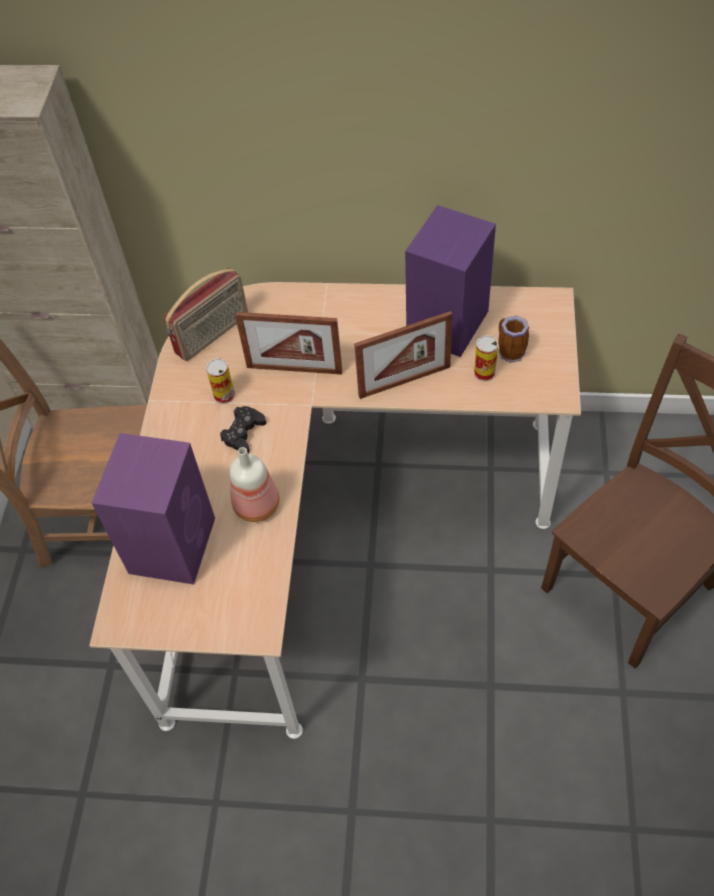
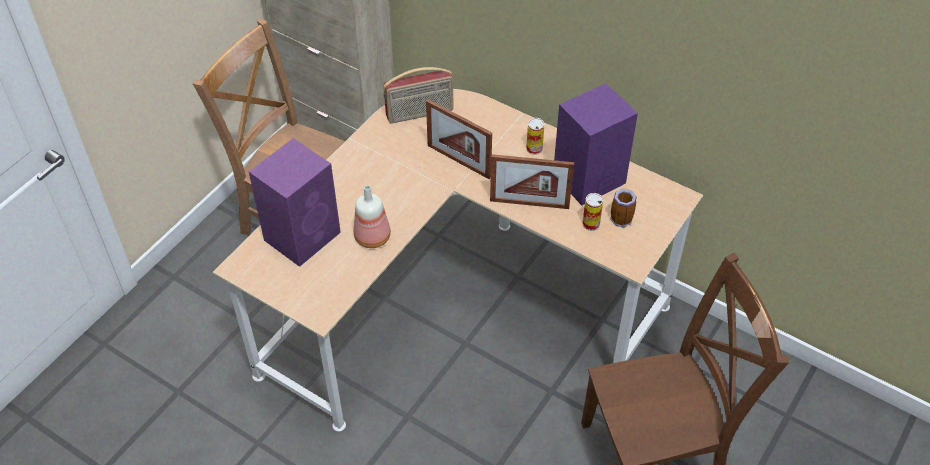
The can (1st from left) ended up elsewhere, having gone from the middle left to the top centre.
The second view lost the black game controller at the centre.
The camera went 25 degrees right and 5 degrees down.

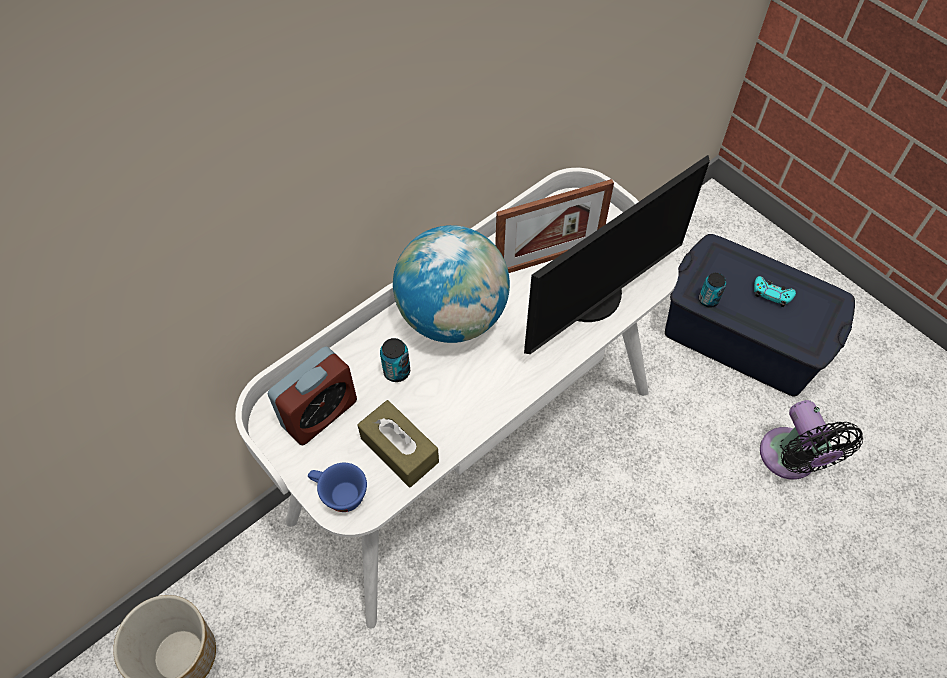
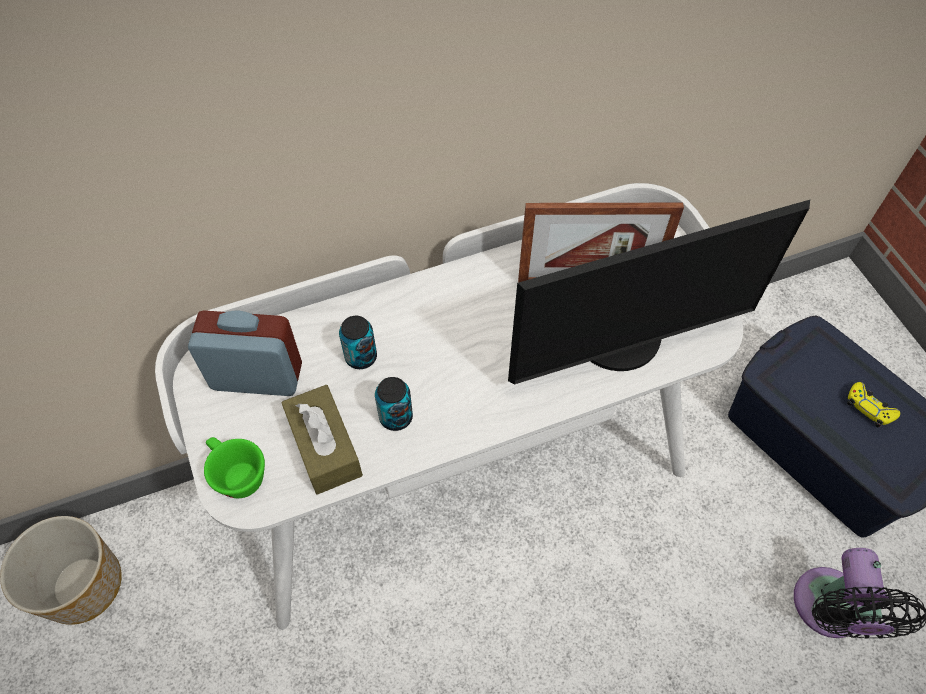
The second view lost the globe at the centre.
The can (2nd from left) ended up elsewhere, having gone from the middle right to the centre.
What was the turquoise game controller at the middle right turned into the yellow game controller at the middle right.
The alarm clock at the middle left ended up facing another way, 150 degrees counterclockwise from before.
What was the blue cup at the bottom centre turned into the green cup at the bottom left.
The camera went 20 degrees right and 0 degrees up.

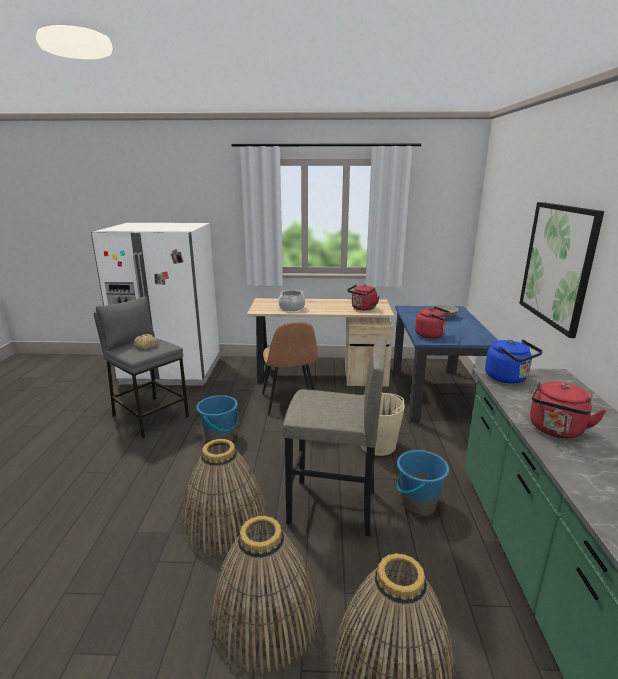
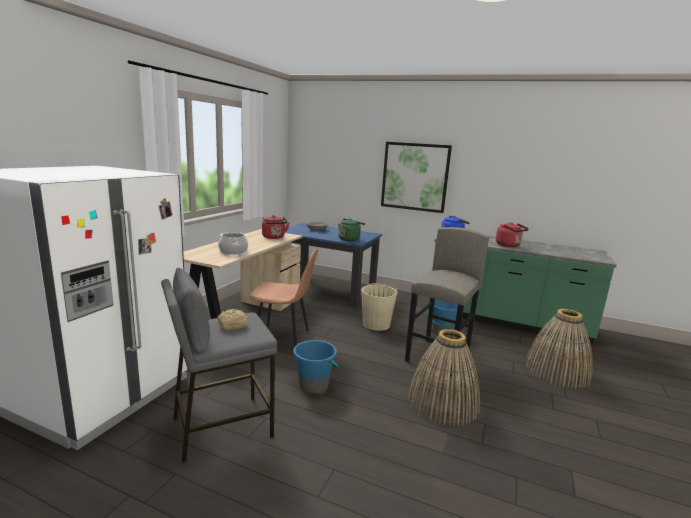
What was the red kettle (2nd from left) at the middle right turned into the green kettle at the centre.
The second view lost the basket (2nd from left) at the bottom centre.
The camera went 70 degrees left and 5 degrees down.

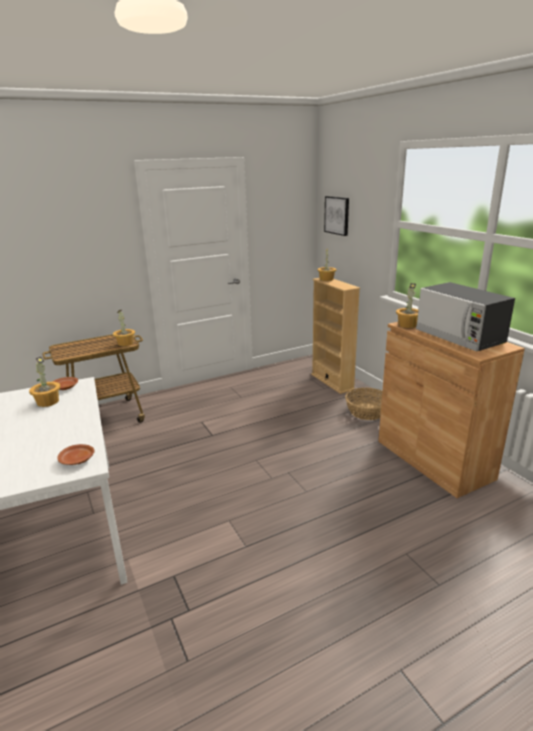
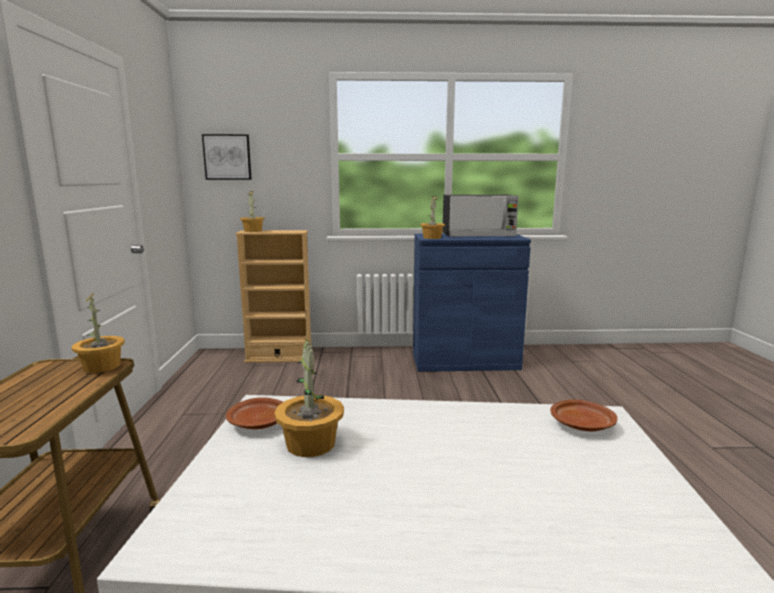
What was the brown cabinet at the middle right turned into the blue cabinet at the centre.
The second view lost the basket at the middle right.
The camera went 65 degrees left and 10 degrees down.

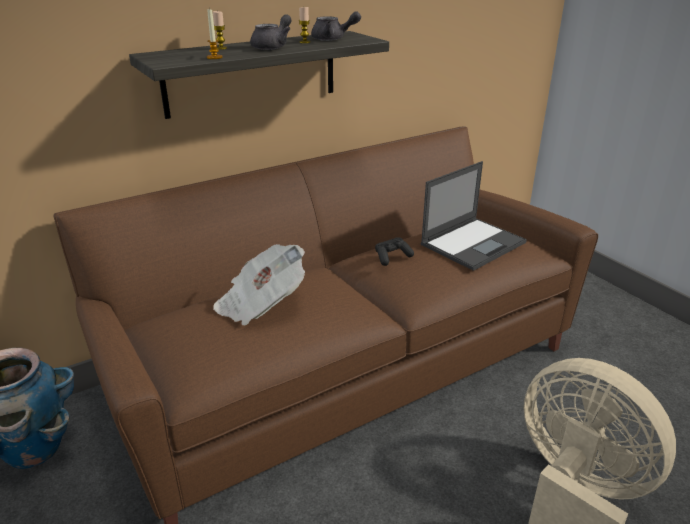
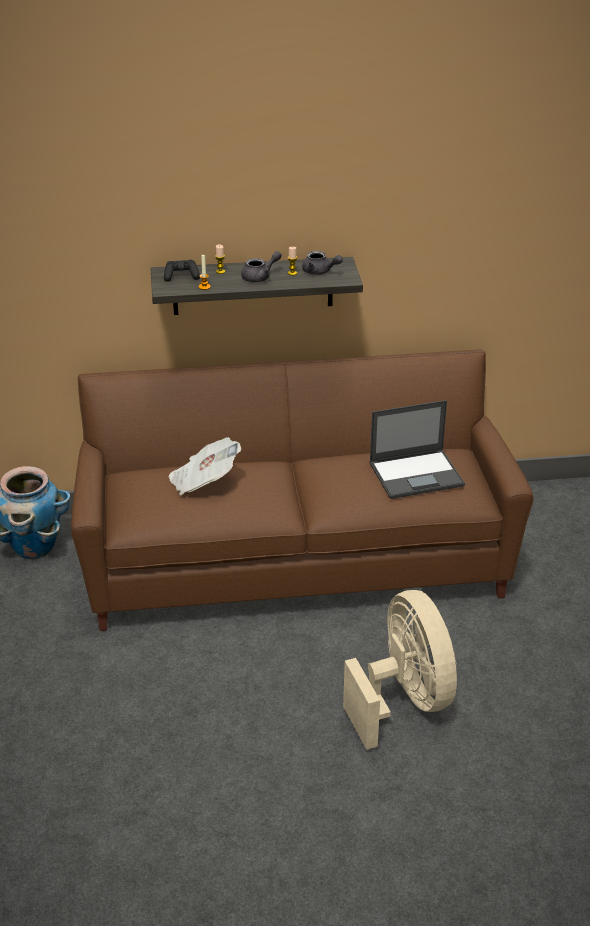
The black game controller ended up elsewhere, having gone from the centre to the top left.
The camera went 25 degrees right and 5 degrees up.

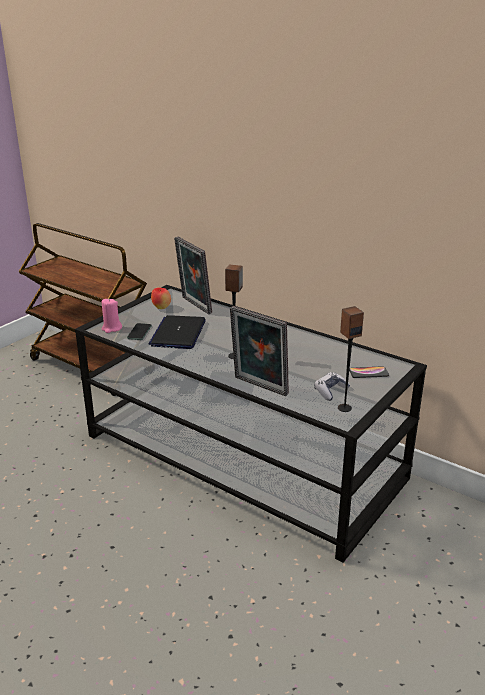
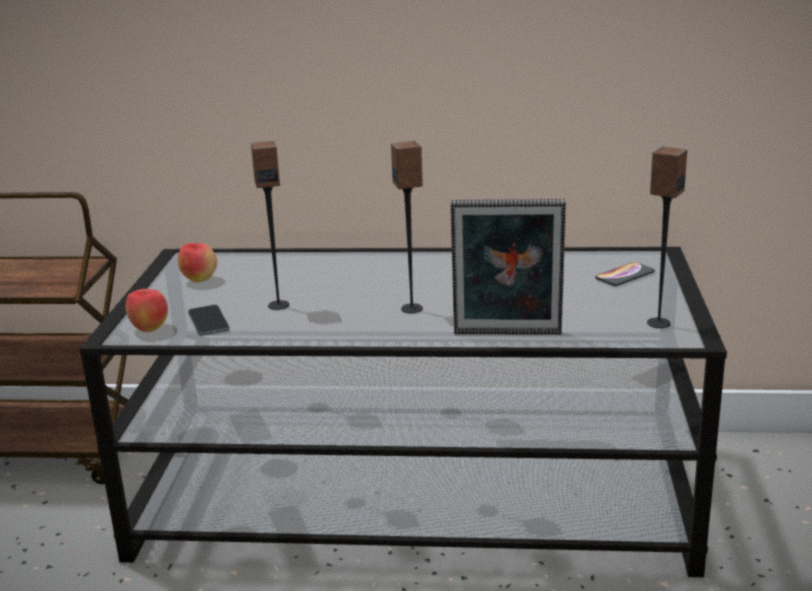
The second view lost the picture frame (1st from left) at the centre.
Where the pink candle stood at the middle left, the apple (1st from left) came to stand at the middle left.
Where the laptop stood at the centre, the speaker (1st from left) came to stand at the middle left.
The second view lost the game controller at the middle right.
The camera went 30 degrees left and 5 degrees down.

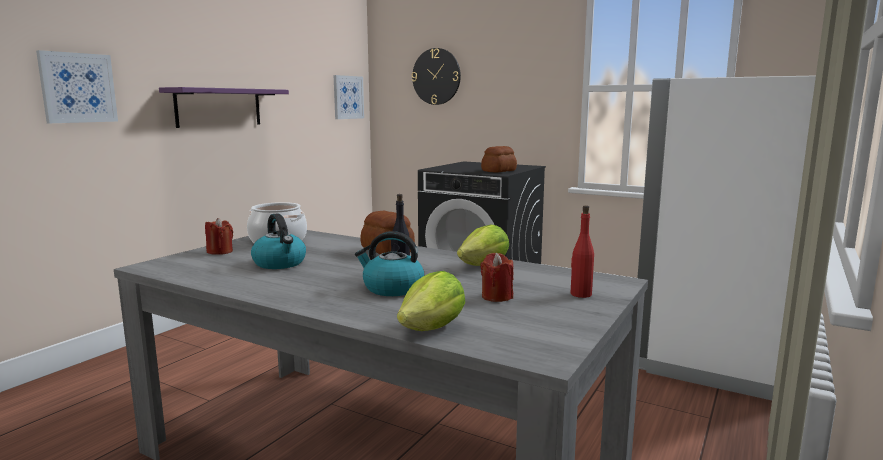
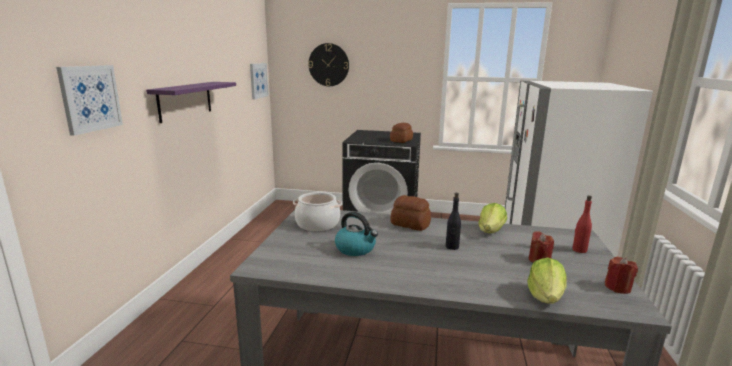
The red candle (1st from left in the first image) ended up elsewhere, having gone from the middle left to the bottom right.
The second view lost the kettle (2nd from left) at the centre.
The camera went 20 degrees left and 5 degrees up.

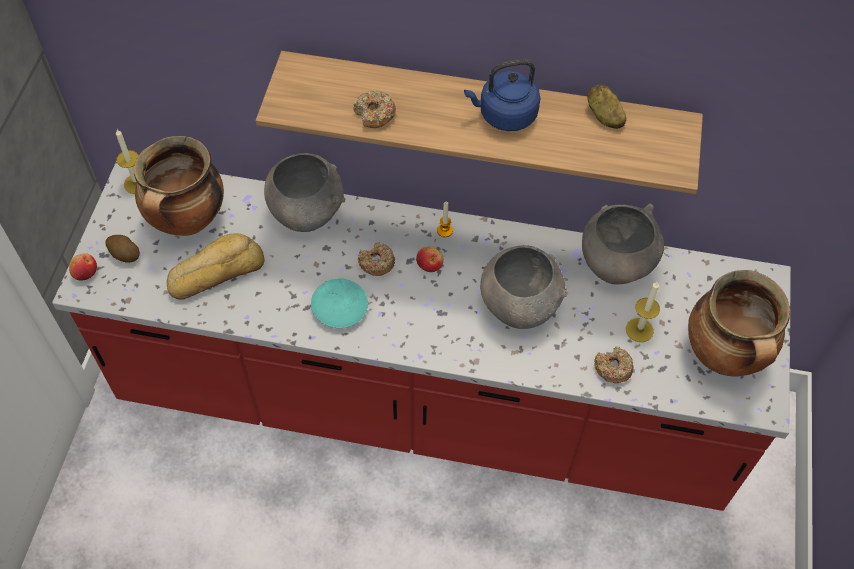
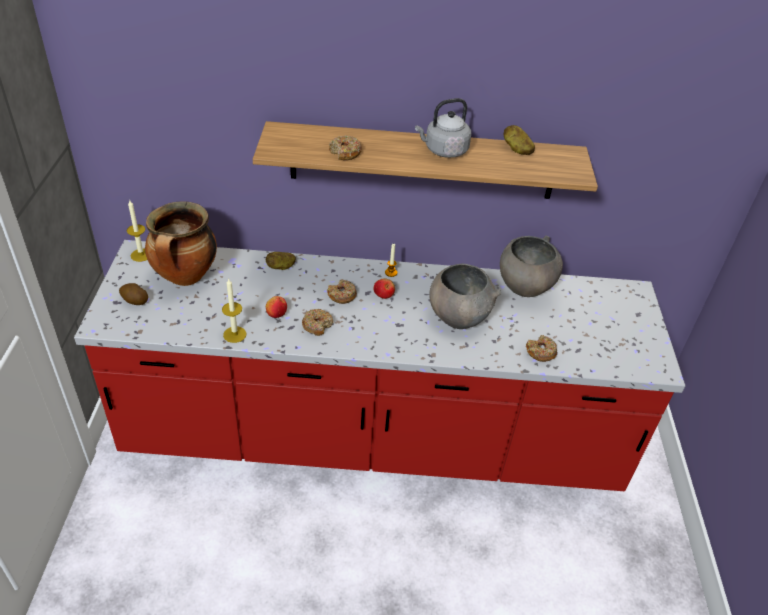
What was the blue kettle at the top centre turned into the grey kettle at the top centre.
Where the grey bowl (1st from left) stood at the centre, the potato (2nd from left) came to stand at the centre.
The second view lost the bread at the middle left.
The apple (1st from left) ended up elsewhere, having gone from the middle left to the centre.
The second view lost the cooking pot (2nd from left) at the middle right.
Where the turquoise plate stood at the centre, the donut (1st from left) came to stand at the centre.
The candle (3rd from left in the first image) ended up elsewhere, having gone from the middle right to the middle left.
The camera went 10 degrees left and 15 degrees down.

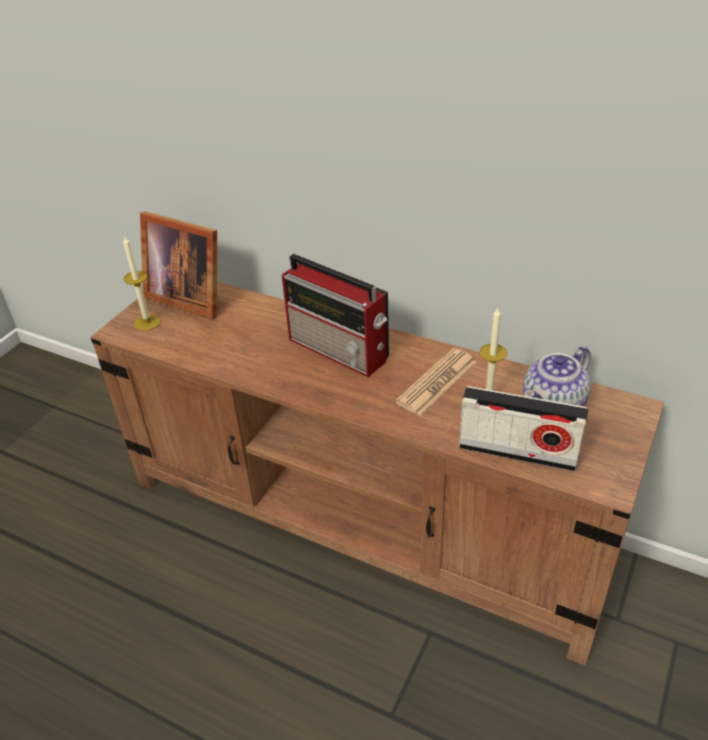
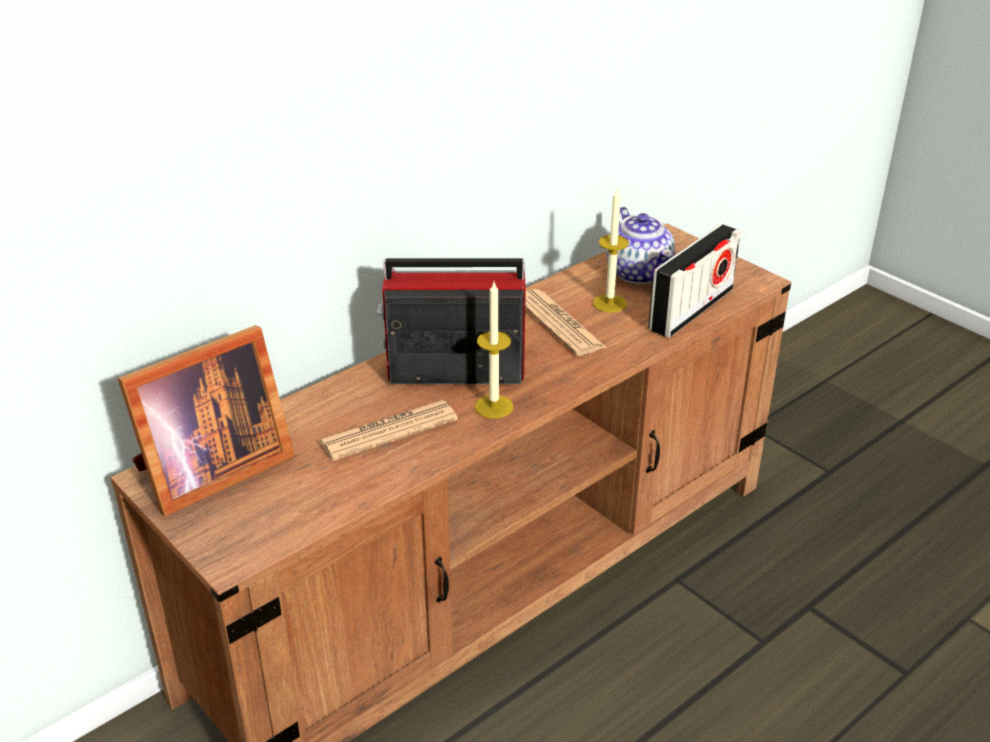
The candle (1st from left) ended up elsewhere, having gone from the middle left to the centre.
The radio (1st from left) at the centre ended up facing another way, 150 degrees counterclockwise from before.
The second view gained the newspaper (1st from left) at the centre.
The camera went 70 degrees left and 5 degrees down.

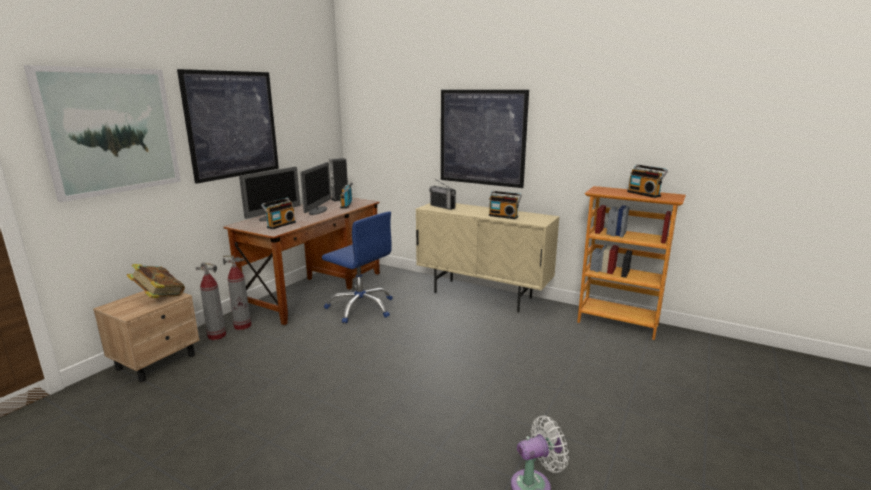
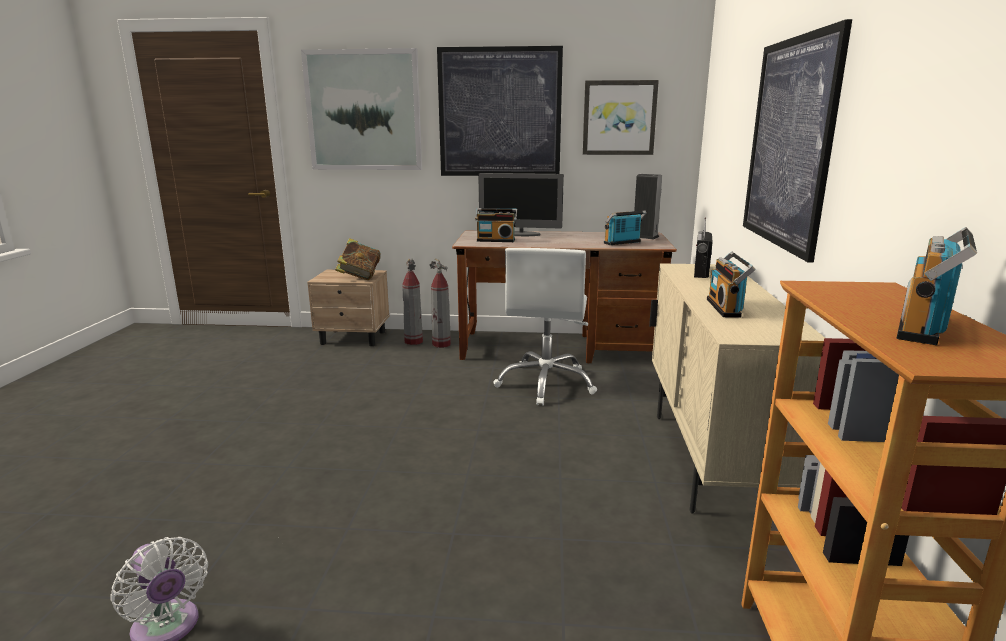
The second view lost the monitor (2nd from left) at the centre.
What was the blue office chair at the centre turned into the white office chair at the centre.
The second view gained the picture (3rd from left) at the top centre.
The camera went 65 degrees right and 0 degrees up.

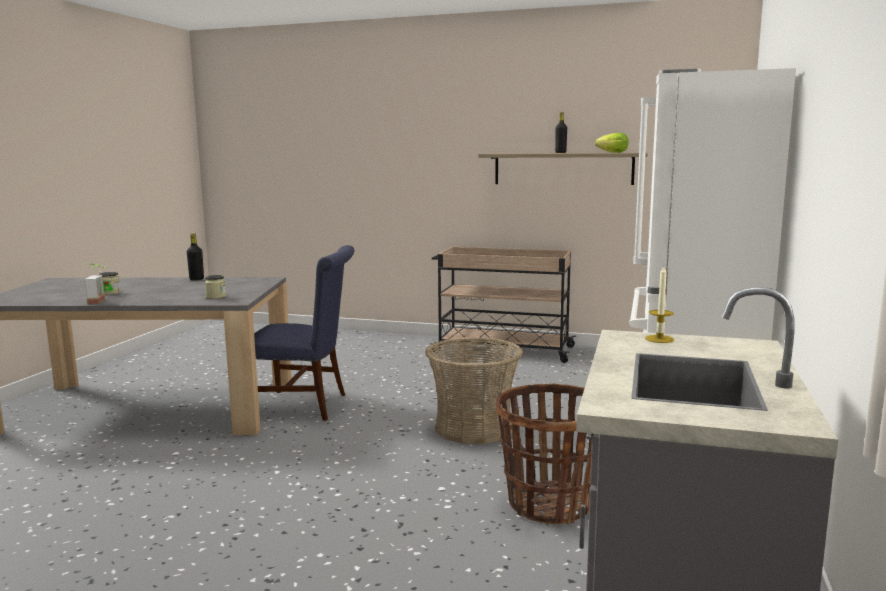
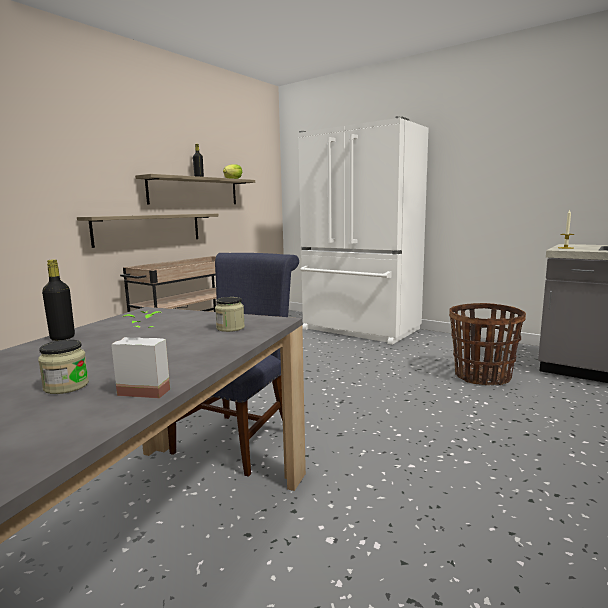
The second view lost the basket (1st from left) at the centre.
The second view gained the shelf (1st from left) at the middle left.
The camera went 70 degrees left and 0 degrees up.

